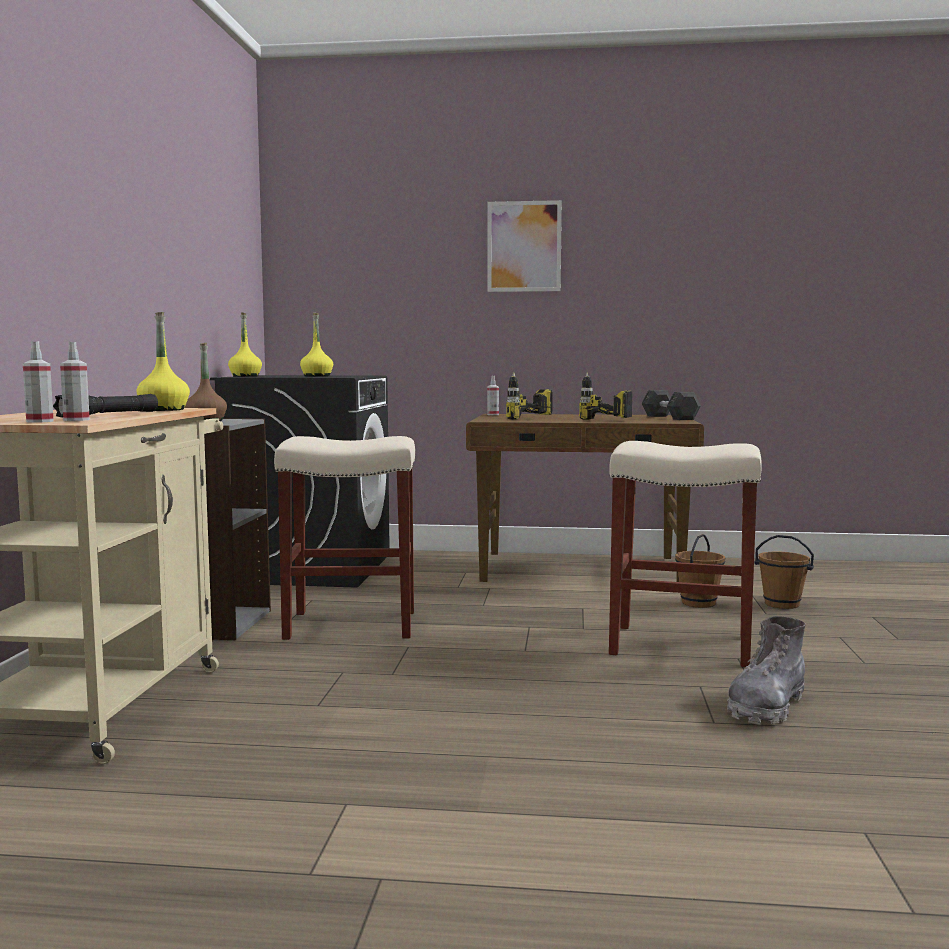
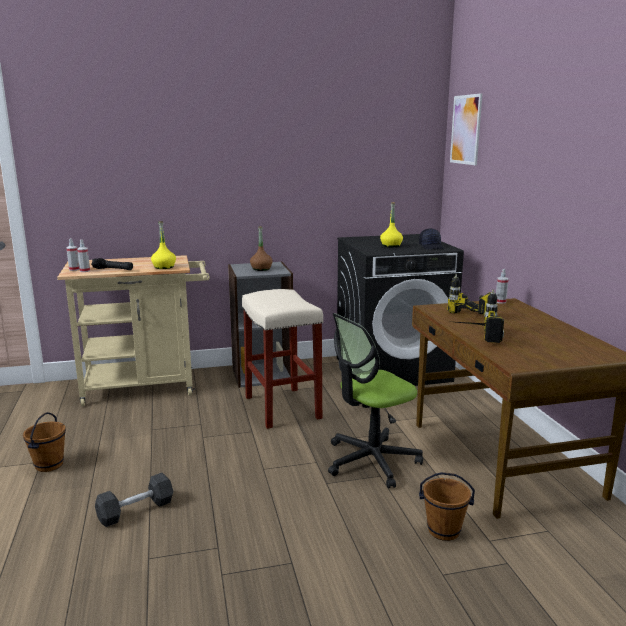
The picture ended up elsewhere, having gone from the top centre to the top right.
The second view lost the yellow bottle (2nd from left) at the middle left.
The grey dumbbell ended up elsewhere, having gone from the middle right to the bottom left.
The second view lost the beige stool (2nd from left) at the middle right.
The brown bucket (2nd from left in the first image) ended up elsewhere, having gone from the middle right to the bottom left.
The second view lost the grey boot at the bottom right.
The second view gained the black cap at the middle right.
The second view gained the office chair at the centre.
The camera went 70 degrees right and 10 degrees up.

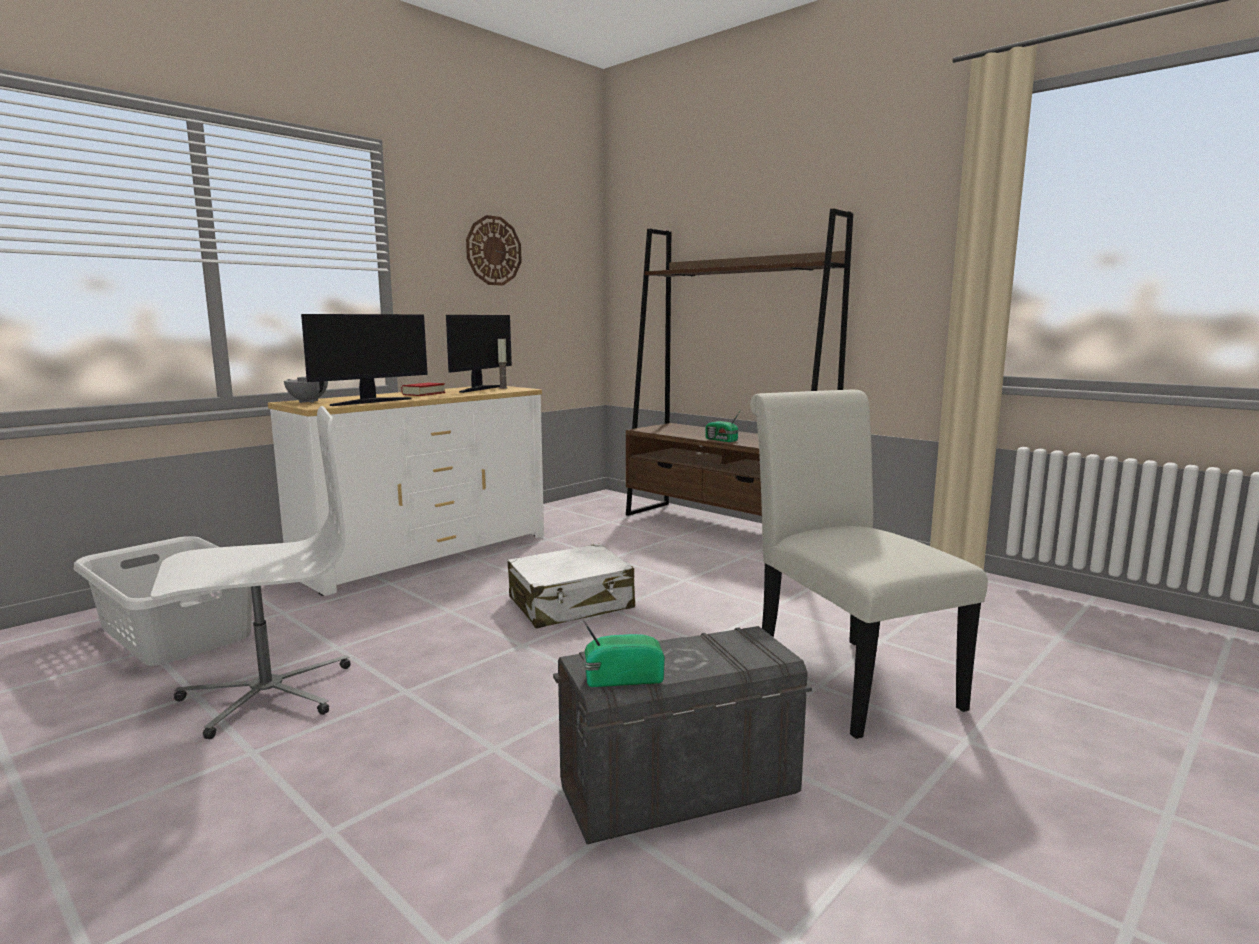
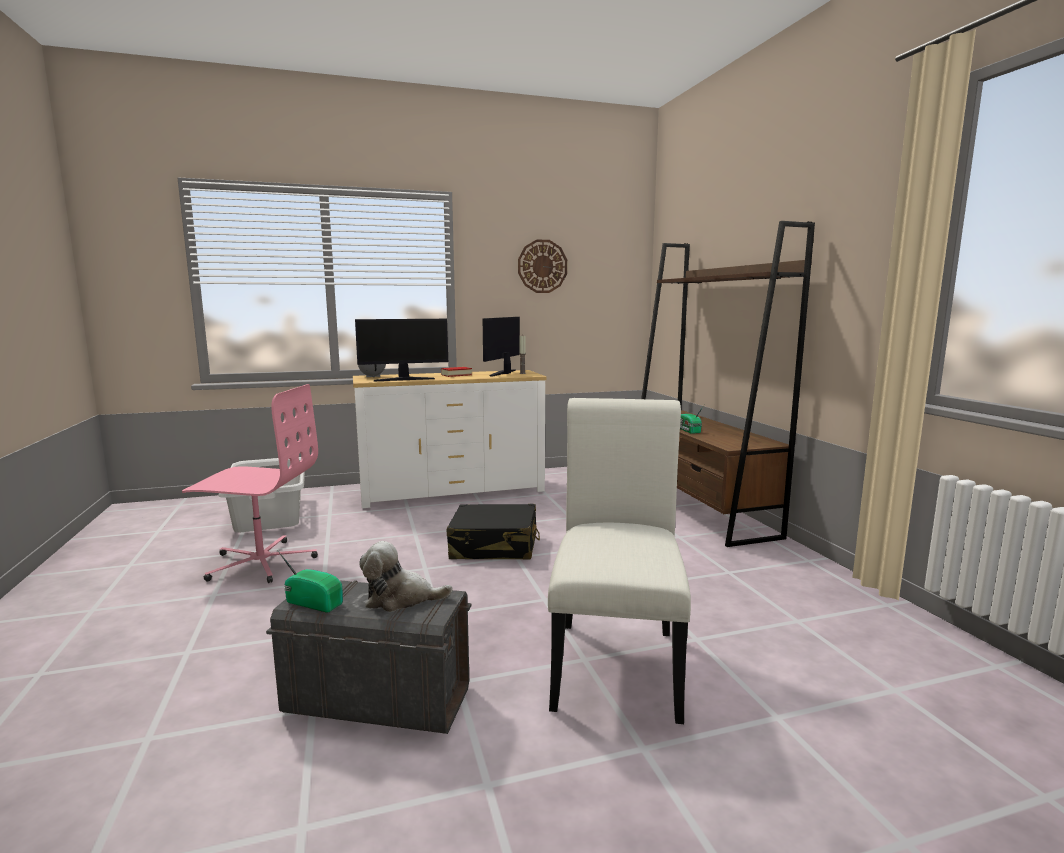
The monitor (2nd from left) at the centre ended up facing another way, 150 degrees clockwise from before.
What was the white office chair at the middle left turned into the pink office chair at the middle left.
What was the white suitcase at the centre turned into the black suitcase at the centre.
The second view gained the plush toy at the bottom centre.
The camera went 30 degrees right and 0 degrees up.

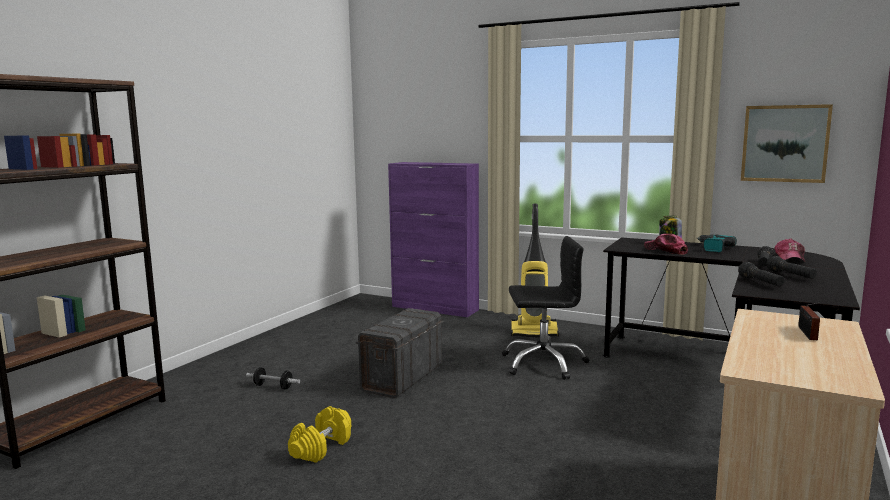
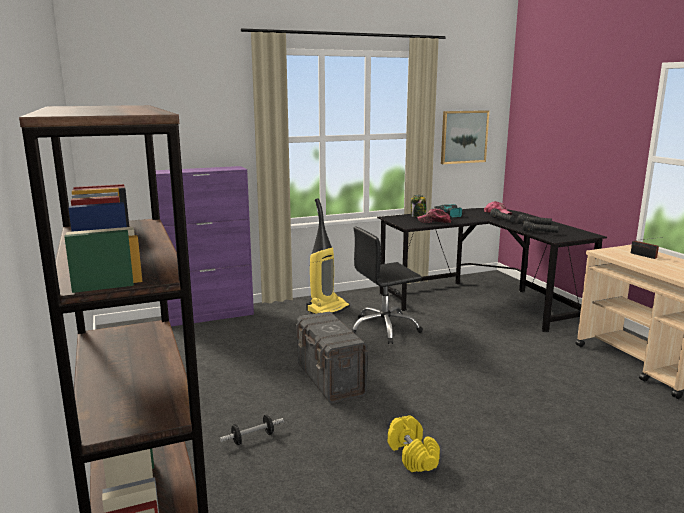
The black office chair at the centre ended up facing another way, 150 degrees counterclockwise from before.
The camera went 50 degrees left and 5 degrees up.

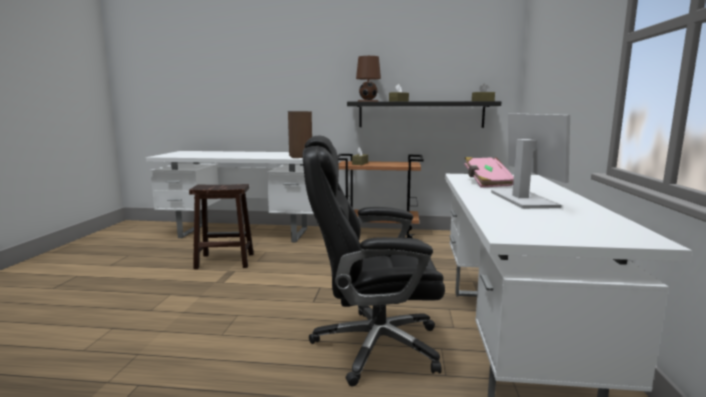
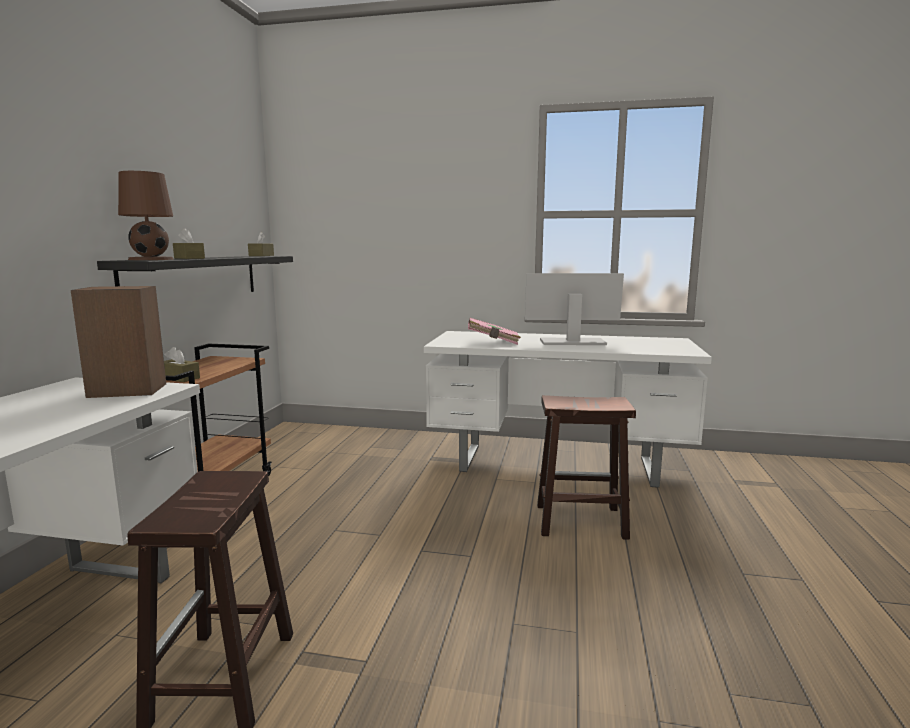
Where the black office chair stood at the centre, the brown stool (2nd from left) came to stand at the centre.
The camera went 85 degrees left and 0 degrees up.

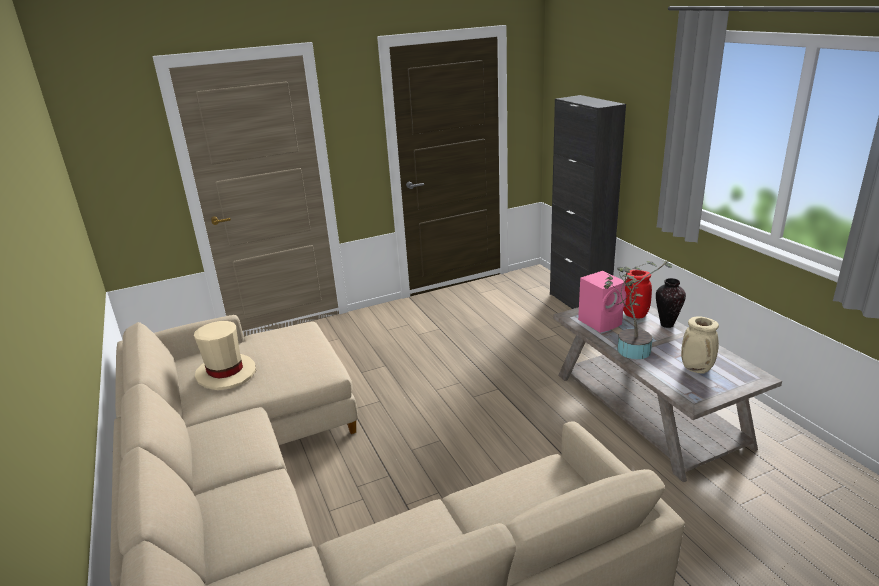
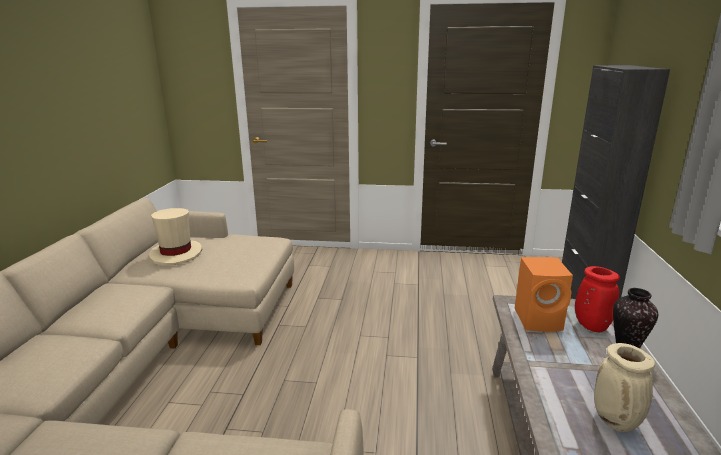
The second view lost the potted plant at the middle right.
What was the pink speaker at the middle right turned into the orange speaker at the middle right.
The camera went 30 degrees right and 5 degrees down.

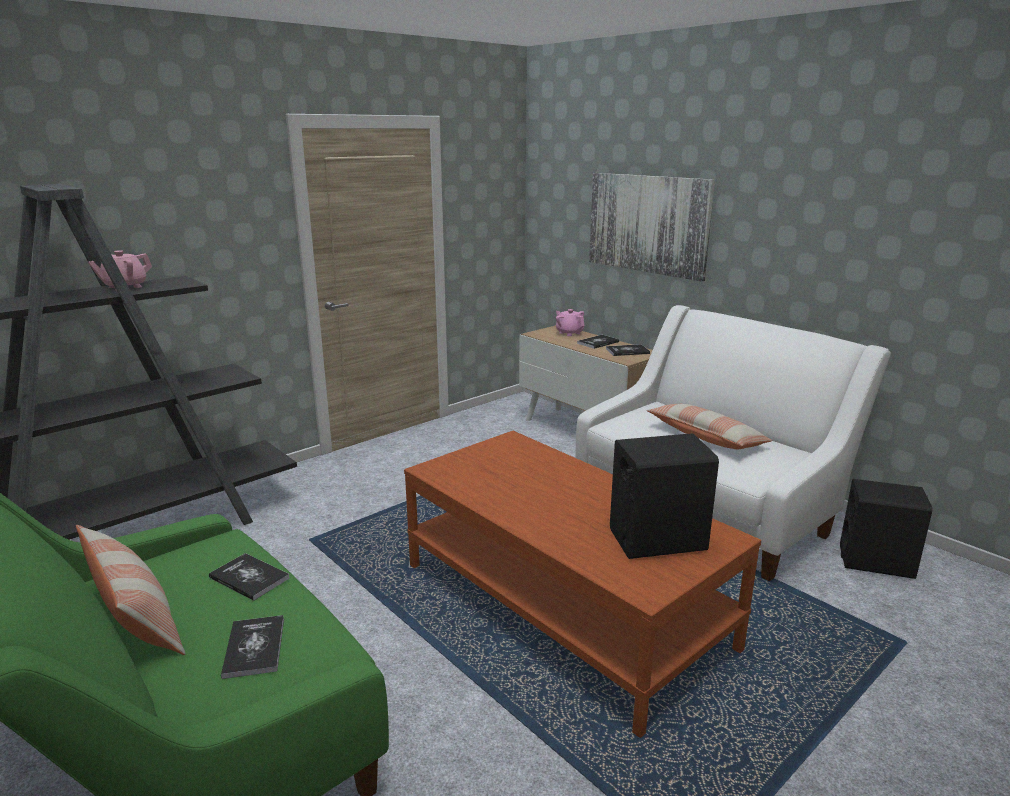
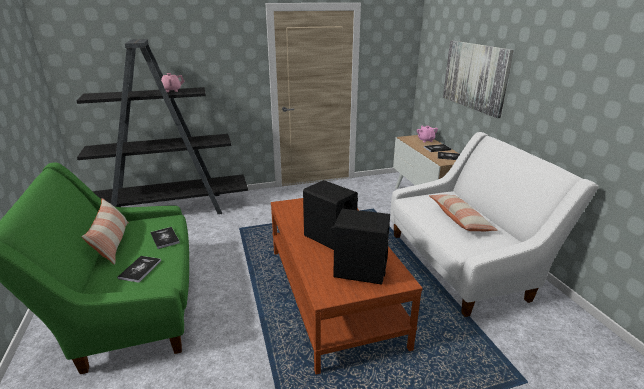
The black speaker (2nd from left in the first image) ended up elsewhere, having gone from the middle right to the centre.
The camera went 25 degrees right and 5 degrees up.

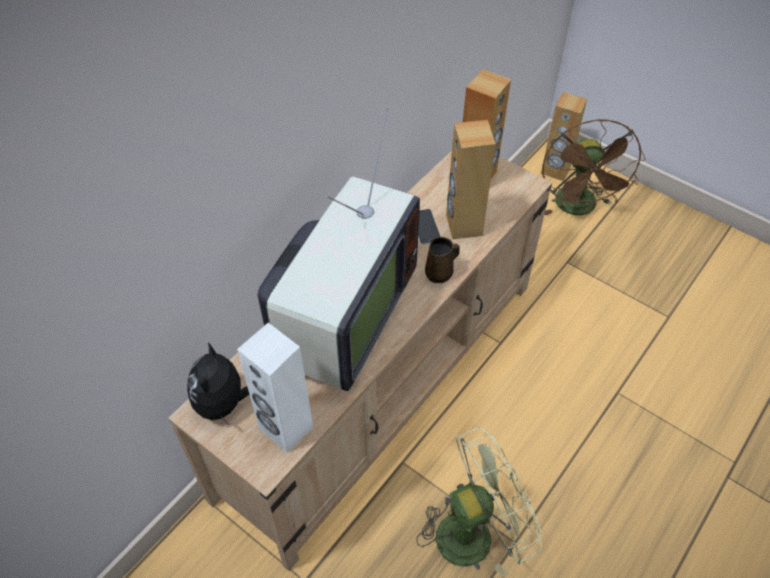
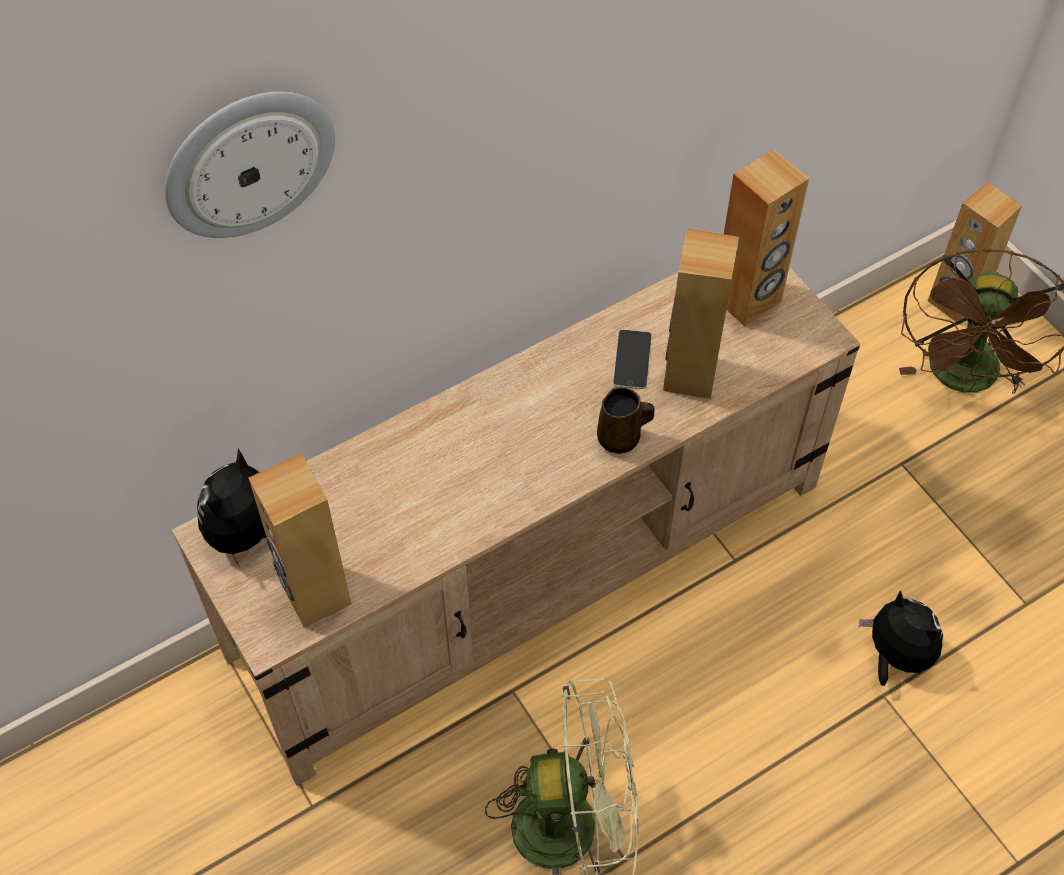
The second view lost the television at the centre.
What was the white speaker at the bottom centre turned into the brown speaker (1st from left) at the middle left.
The second view gained the wall clock at the top left.
The second view gained the plush toy (2nd from left) at the bottom right.
The camera went 20 degrees right and 5 degrees up.

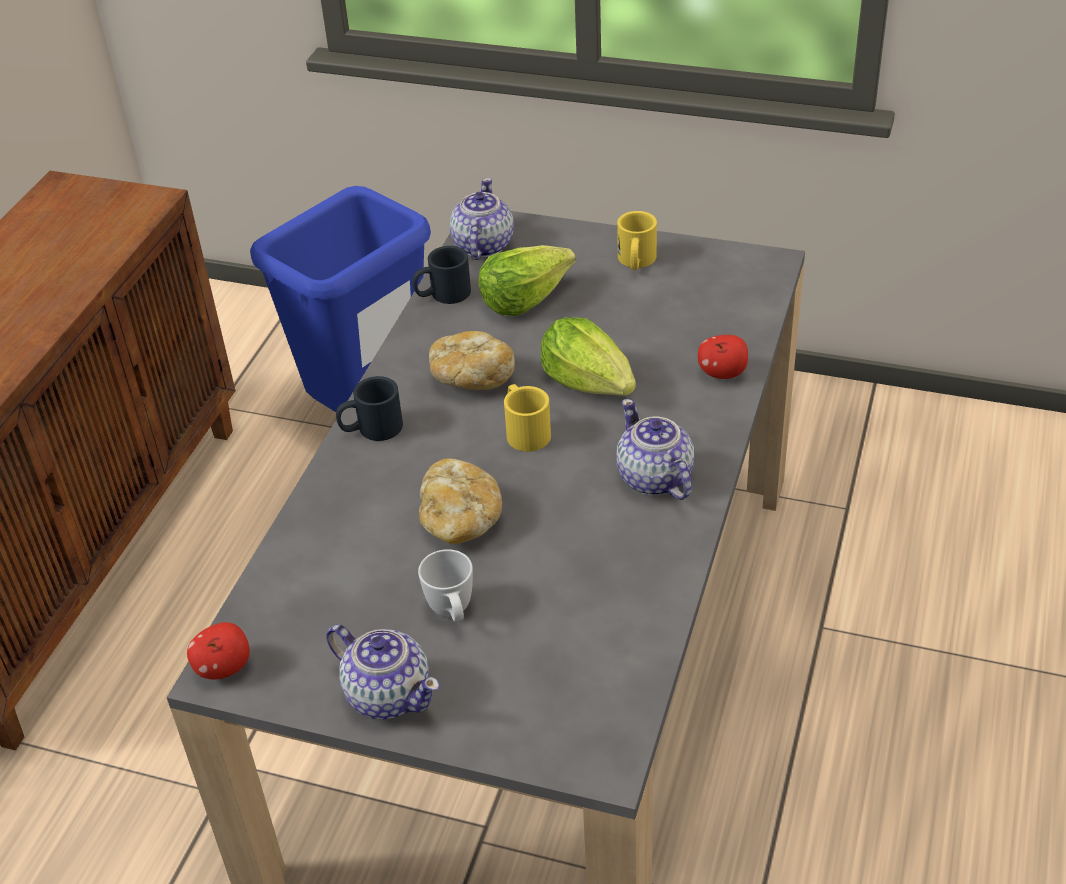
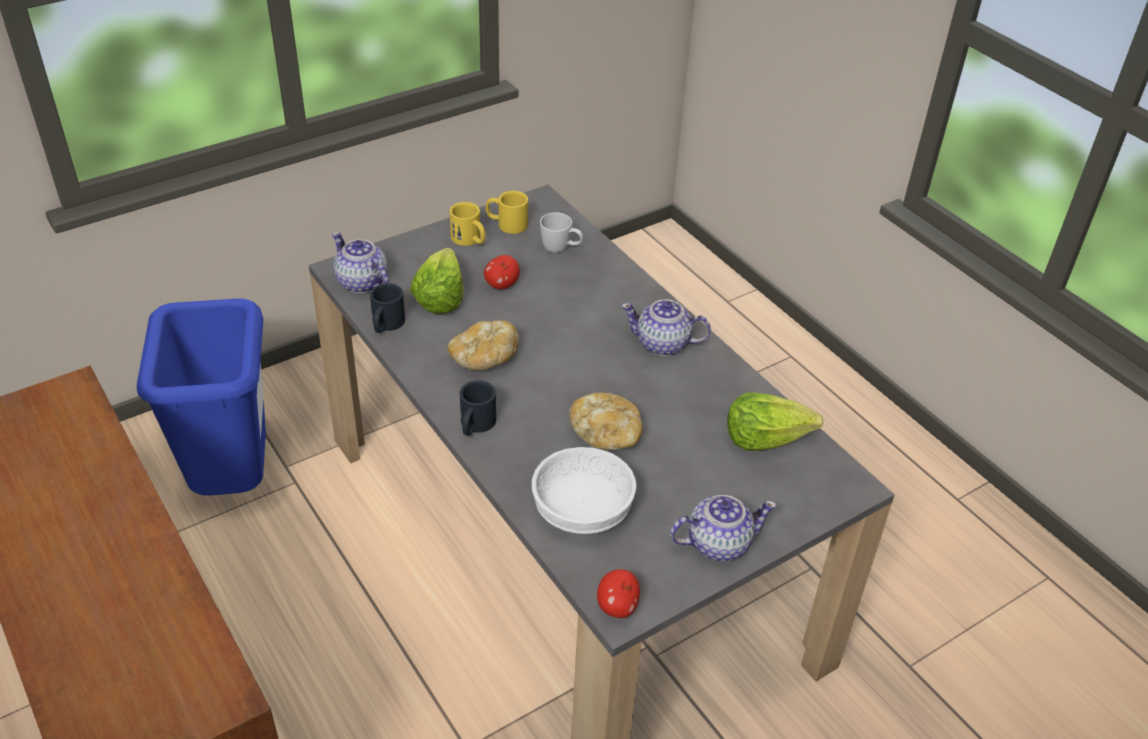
The lettuce (2nd from left) ended up elsewhere, having gone from the centre to the middle right.
The apple (2nd from left in the first image) ended up elsewhere, having gone from the middle right to the centre.
The yellow mug (1st from left in the first image) ended up elsewhere, having gone from the centre to the top centre.
The white mug ended up elsewhere, having gone from the centre to the top centre.
The second view gained the white bowl at the centre.
The camera went 55 degrees left and 0 degrees up.

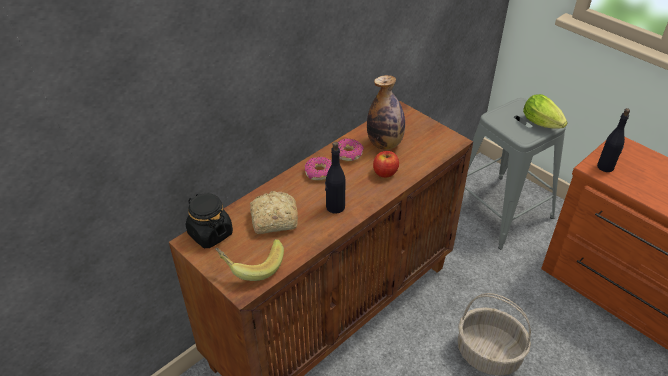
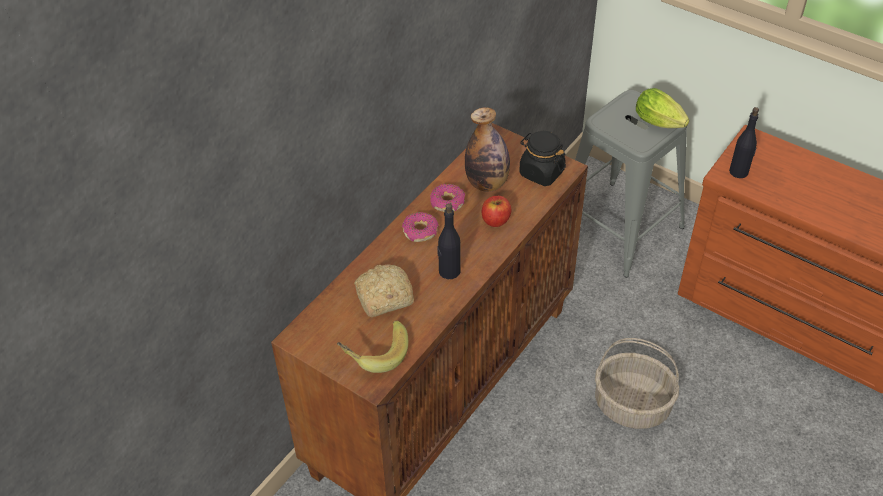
The black jar ended up elsewhere, having gone from the middle left to the top centre.
The camera went 10 degrees left and 5 degrees up.

